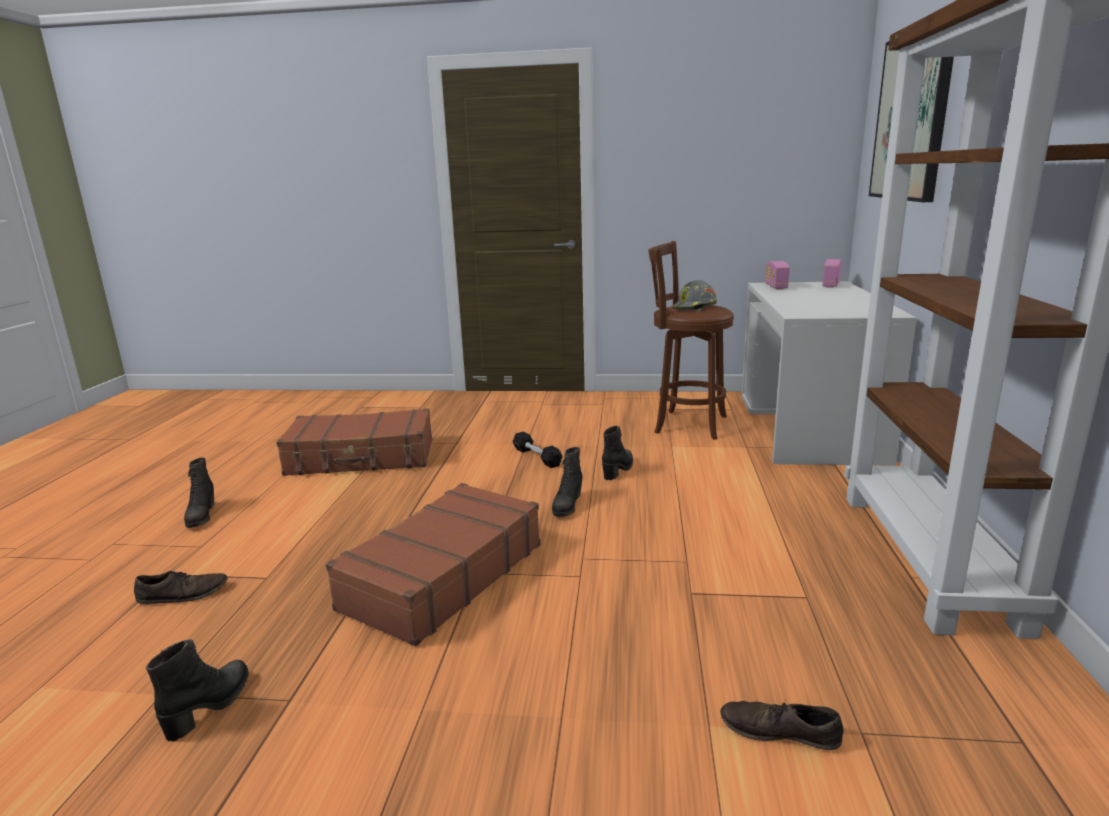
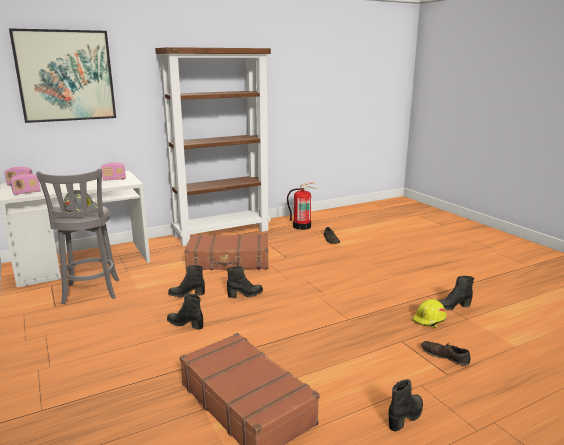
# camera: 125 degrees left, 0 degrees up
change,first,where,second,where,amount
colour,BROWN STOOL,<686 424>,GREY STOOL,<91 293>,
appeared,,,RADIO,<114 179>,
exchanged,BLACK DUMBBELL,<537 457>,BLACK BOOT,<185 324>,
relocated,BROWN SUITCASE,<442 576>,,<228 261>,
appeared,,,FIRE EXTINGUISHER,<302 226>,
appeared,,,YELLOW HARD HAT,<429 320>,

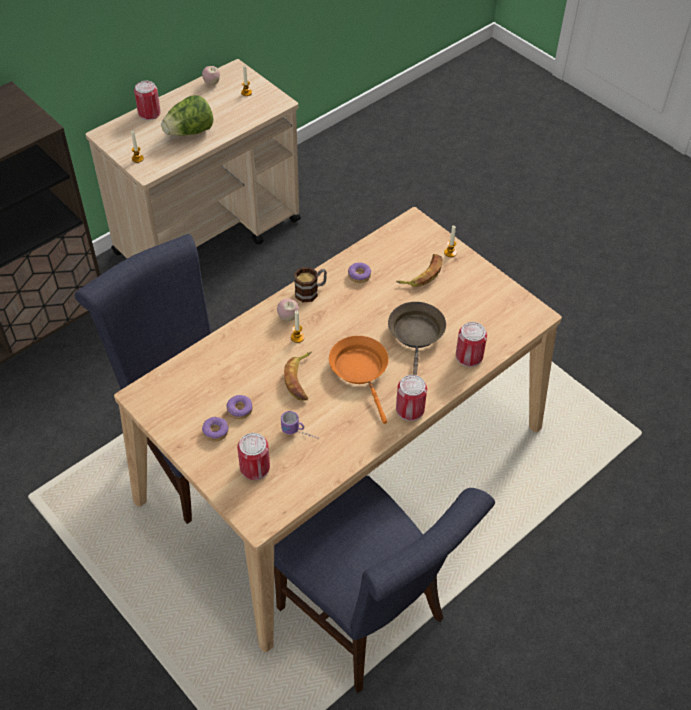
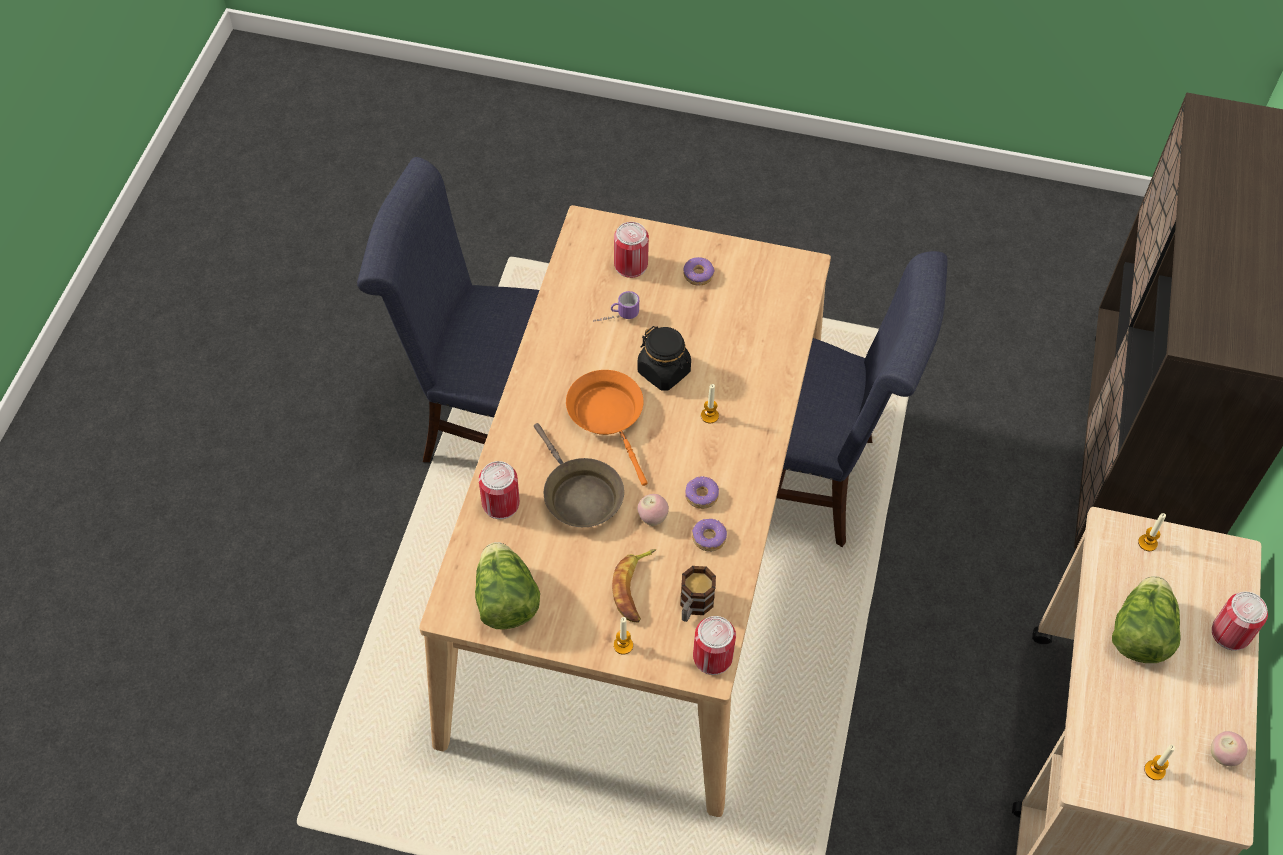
# camera: 145 degrees right, 5 degrees up
change,first,where,second,where,amount
appeared,,,LETTUCE,<505 600>,
spun,ORANGE FRYING PAN,<361 371>,,<608 416>,150 degrees counterclockwise
exchanged,BANANA,<300 379>,BLACK JAR,<664 371>,
relocated,APPLE,<288 317>,,<652 518>,
relocated,MUG,<311 291>,,<693 606>,
relocated,DONUT,<240 410>,,<701 496>,
relocated,CAN,<410 409>,,<712 657>,

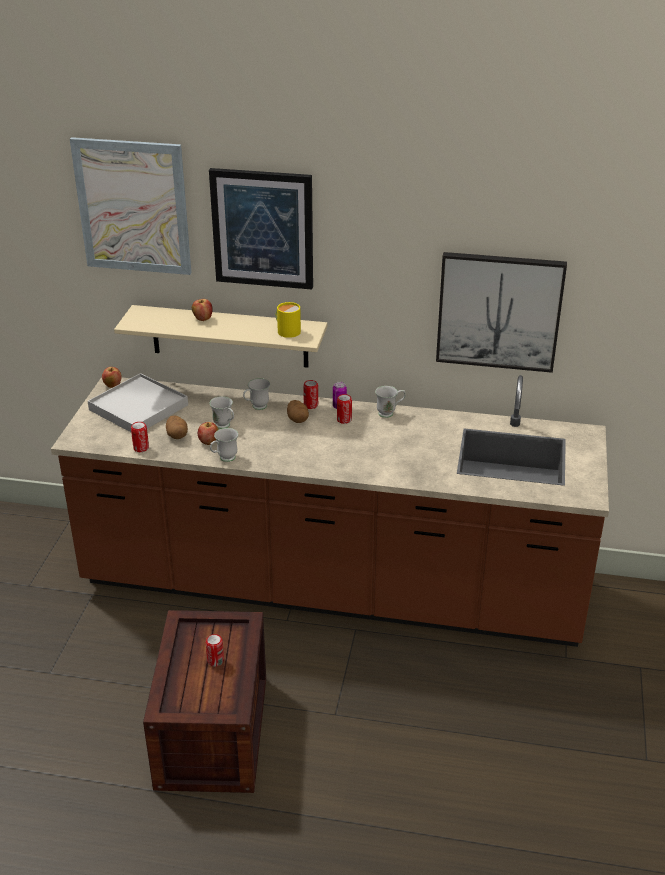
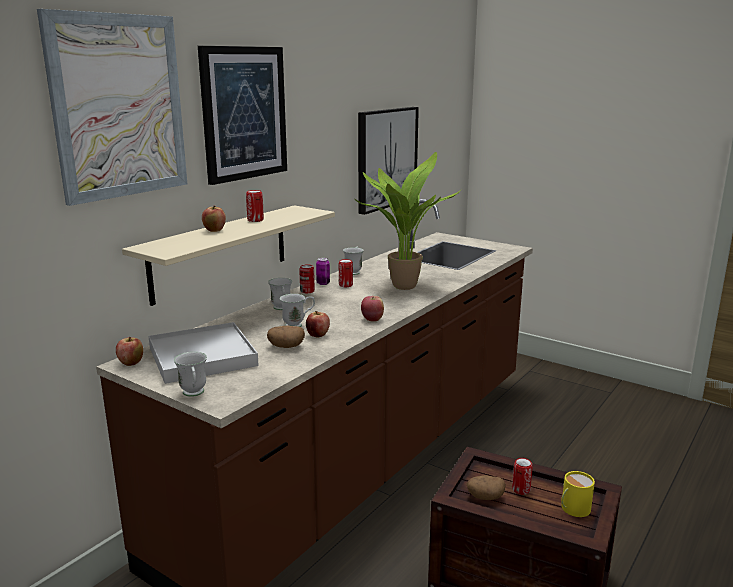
# camera: 65 degrees left, 15 degrees down
change,first,where,second,where,amount
relocated,WHITE MUG,<224 459>,,<194 394>,
relocated,CAN,<141 448>,,<255 220>,
appeared,,,POTTED PLANT,<402 285>,
appeared,,,APPLE,<372 319>,
relocated,POTATO,<297 419>,,<485 497>,
relocated,YELLOW MUG,<287 331>,,<573 508>,

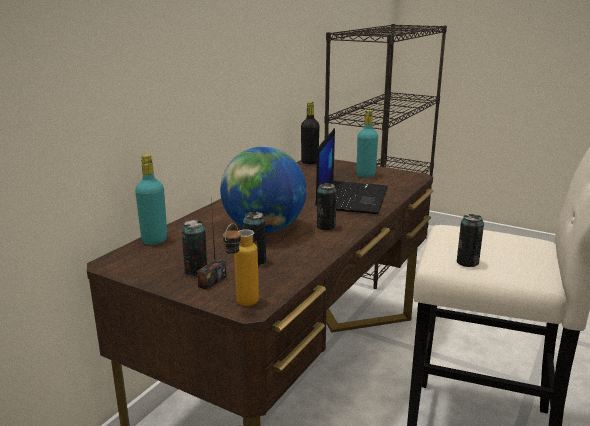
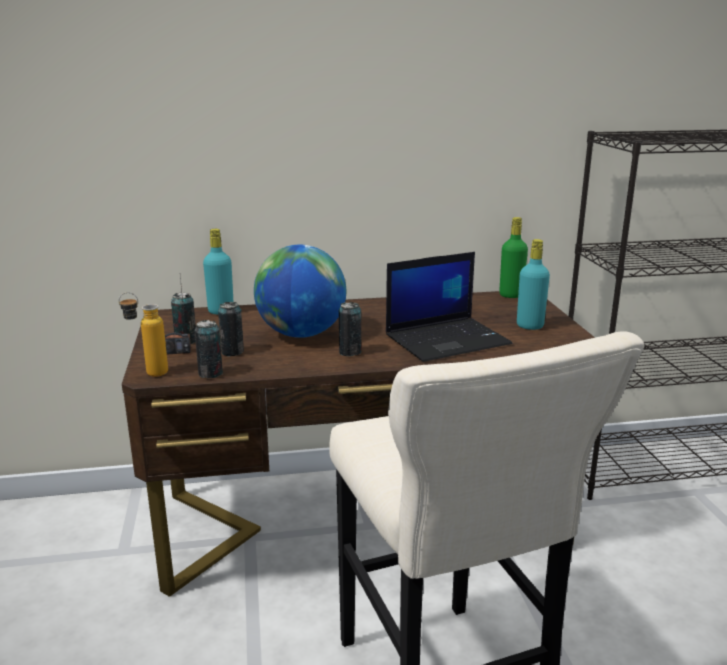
# camera: 50 degrees right, 0 degrees up
change,first,where,second,where,amount
relocated,CAN,<467 262>,,<210 374>,
colour,BLACK BOTTLE,<309 162>,GREEN BOTTLE,<511 295>,

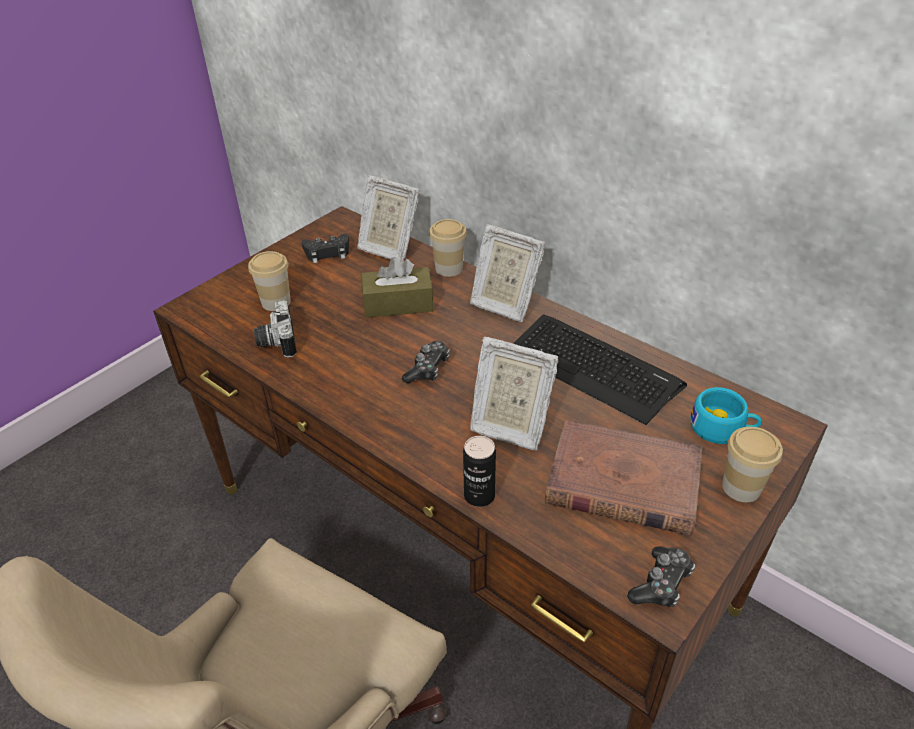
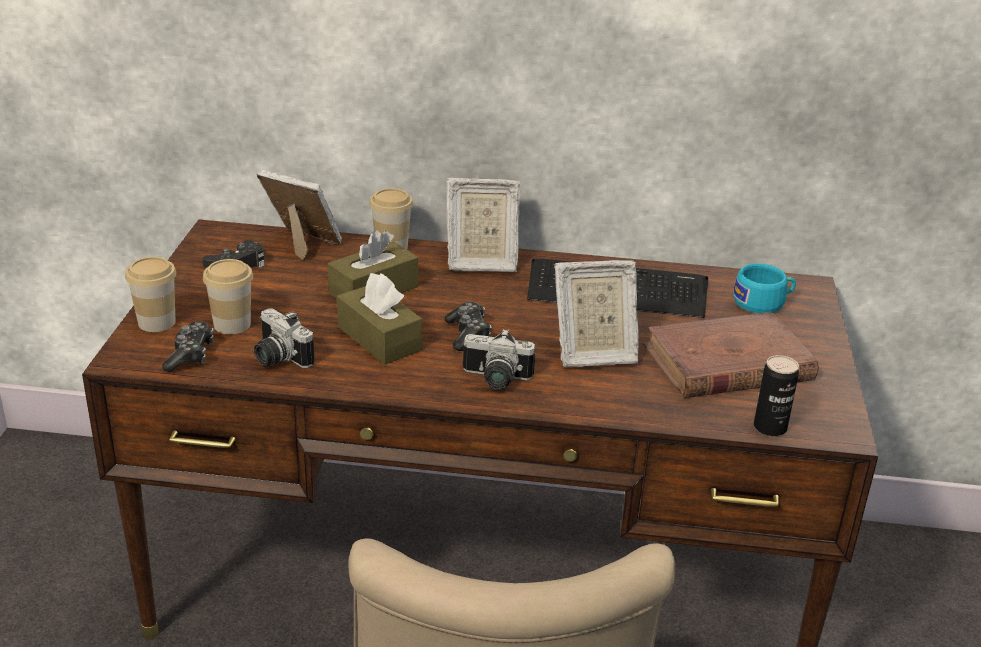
# camera: 35 degrees left, 10 degrees down
change,first,where,second,where,amount
relocated,CUP,<741 487>,,<156 322>,
relocated,GAME CONTROLLER,<661 584>,,<190 355>,
spun,PICTURE FRAME,<388 248>,,<304 245>,150 degrees counterclockwise
appeared,,,BROWN TISSUE BOX,<379 339>,
appeared,,,PHOTO CAMERA,<495 380>,
relocated,CAN,<479 495>,,<770 428>,

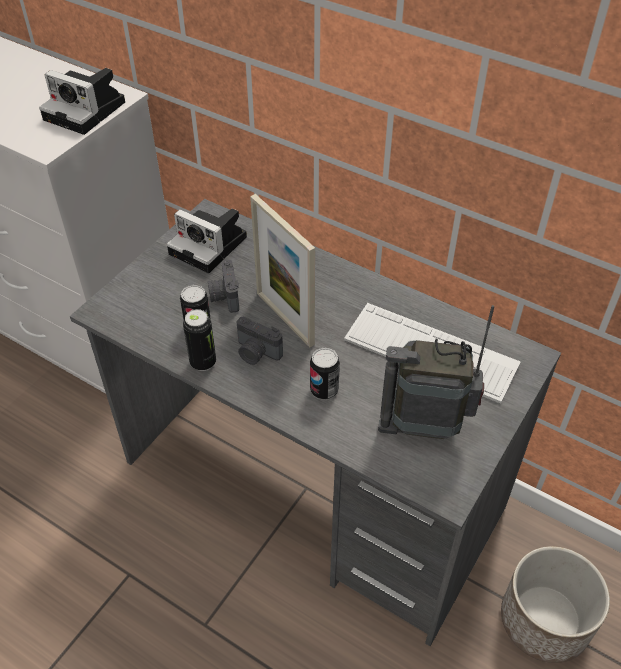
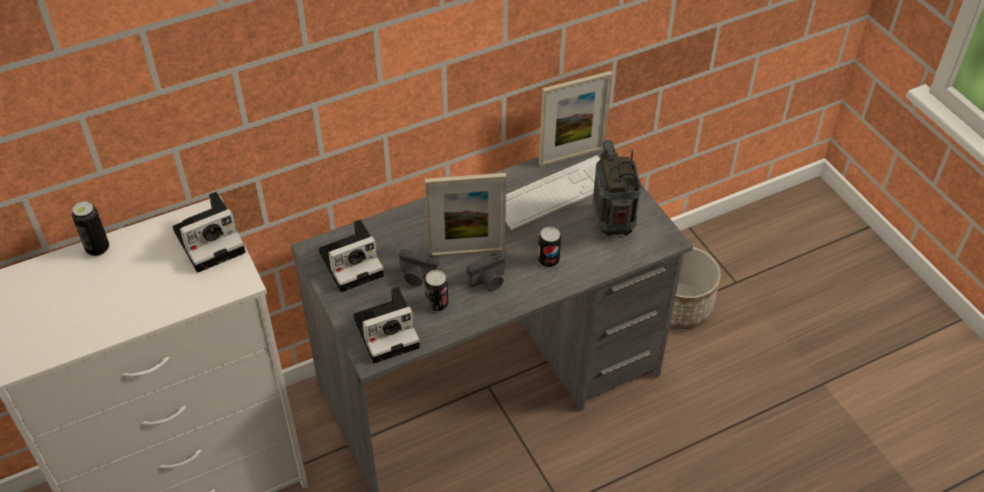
# camera: 60 degrees left, 0 degrees up
change,first,where,second,where,amount
relocated,CAN,<203 362>,,<98 249>,
appeared,,,PHOTO CAMERA,<389 331>,
appeared,,,PICTURE FRAME,<572 156>,
spun,RADIO,<425 426>,,<612 225>,135 degrees clockwise

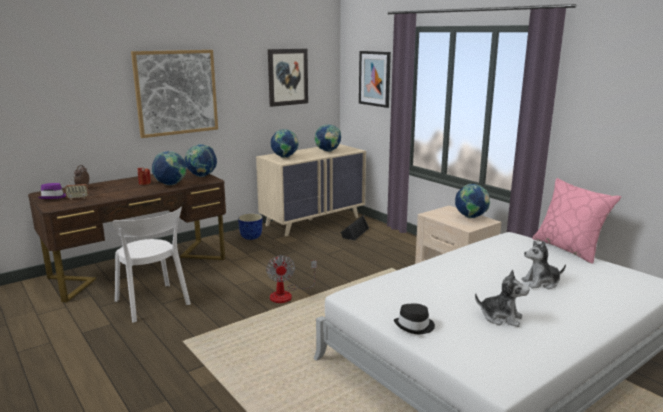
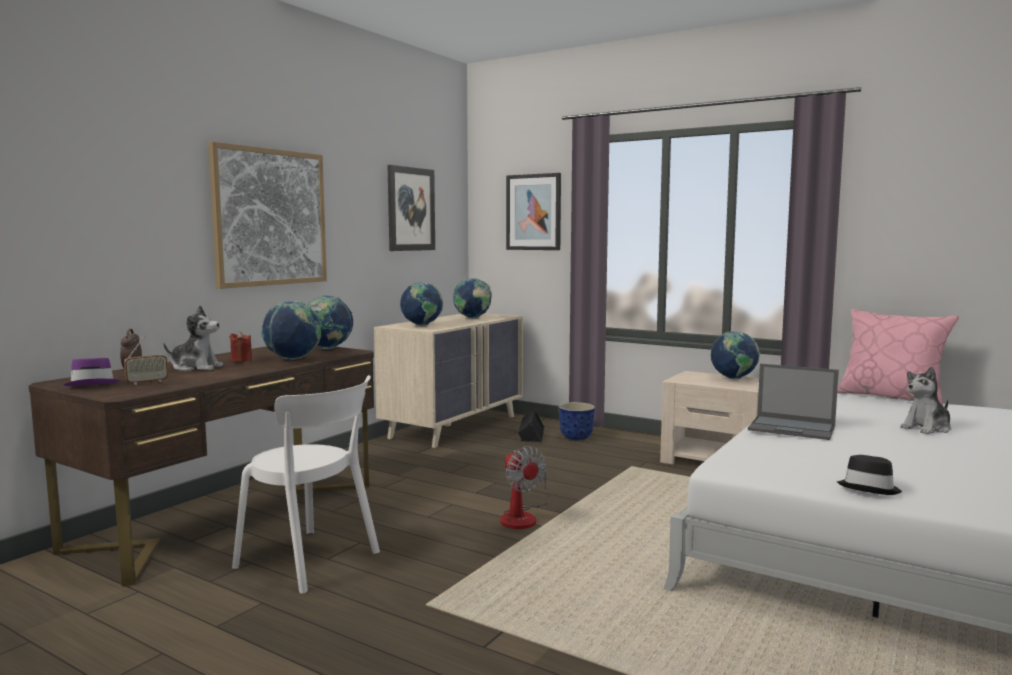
# camera: 20 degrees left, 10 degrees down
change,first,where,second,where,amount
relocated,PLUSH TOY,<501 317>,,<196 368>,
relocated,PLANTER,<251 237>,,<576 437>,
appeared,,,LAPTOP,<793 428>,

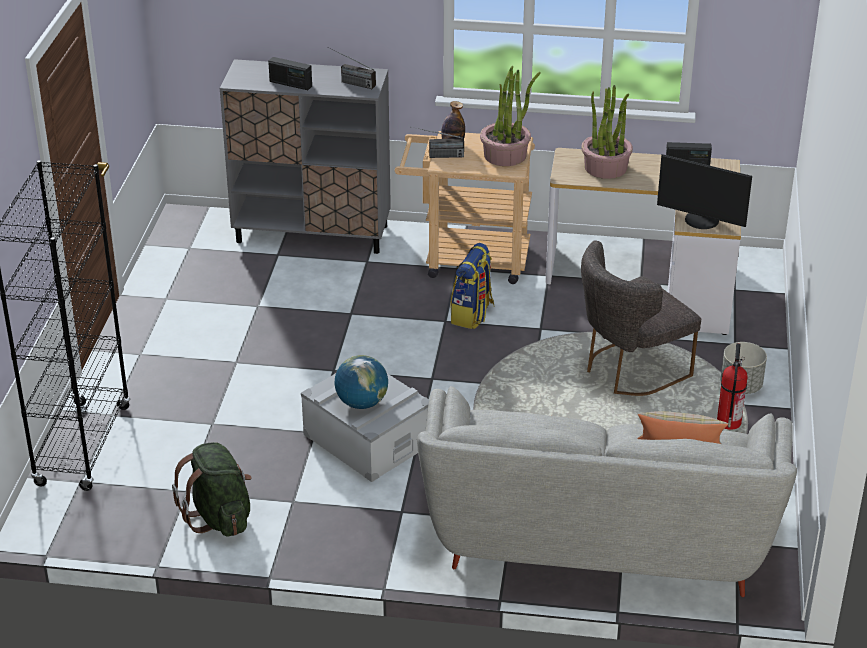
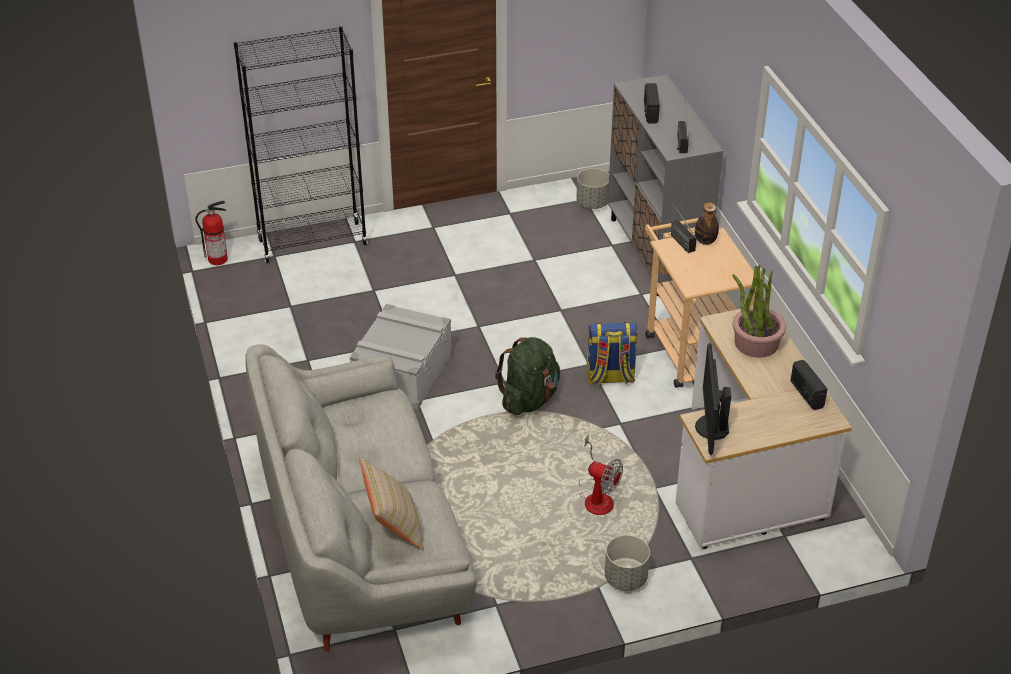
# camera: 65 degrees right, 5 degrees up
change,first,where,second,where,amount
relocated,FIRE EXTINGUISHER,<728 422>,,<218 259>,
relocated,GREEN BACKPACK,<219 517>,,<529 399>,
appeared,,,GREY PLANTER,<592 203>,
exchanged,GREY CHAIR,<629 371>,FAN,<597 496>,
missing,GLOBE,<362 403>,,,
missing,POTTED PLANT,<505 155>,,,

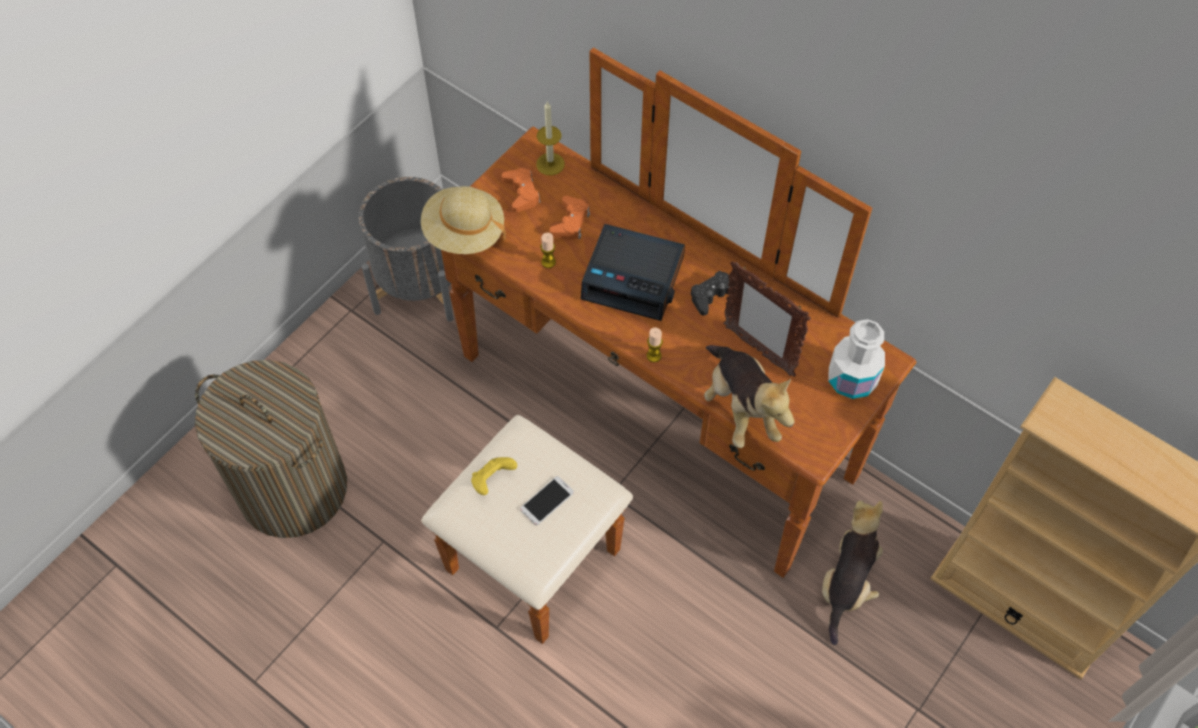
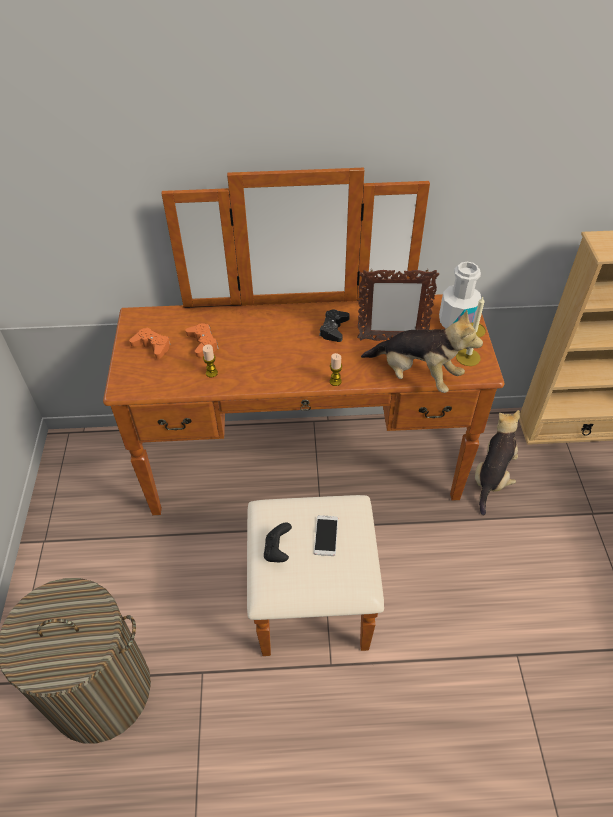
# camera: 40 degrees left, 10 degrees down
change,first,where,second,where,amount
colour,YELLOW GAME CONTROLLER,<492 480>,BLACK GAME CONTROLLER,<277 550>,
relocated,CANDLE,<550 164>,,<468 357>,
spun,PLUSH TOY,<847 582>,,<492 477>,45 degrees clockwise
missing,GREY PLANTER,<420 285>,,,
missing,BEIGE HAT,<464 233>,,,
missing,ALARM CLOCK,<634 278>,,,

